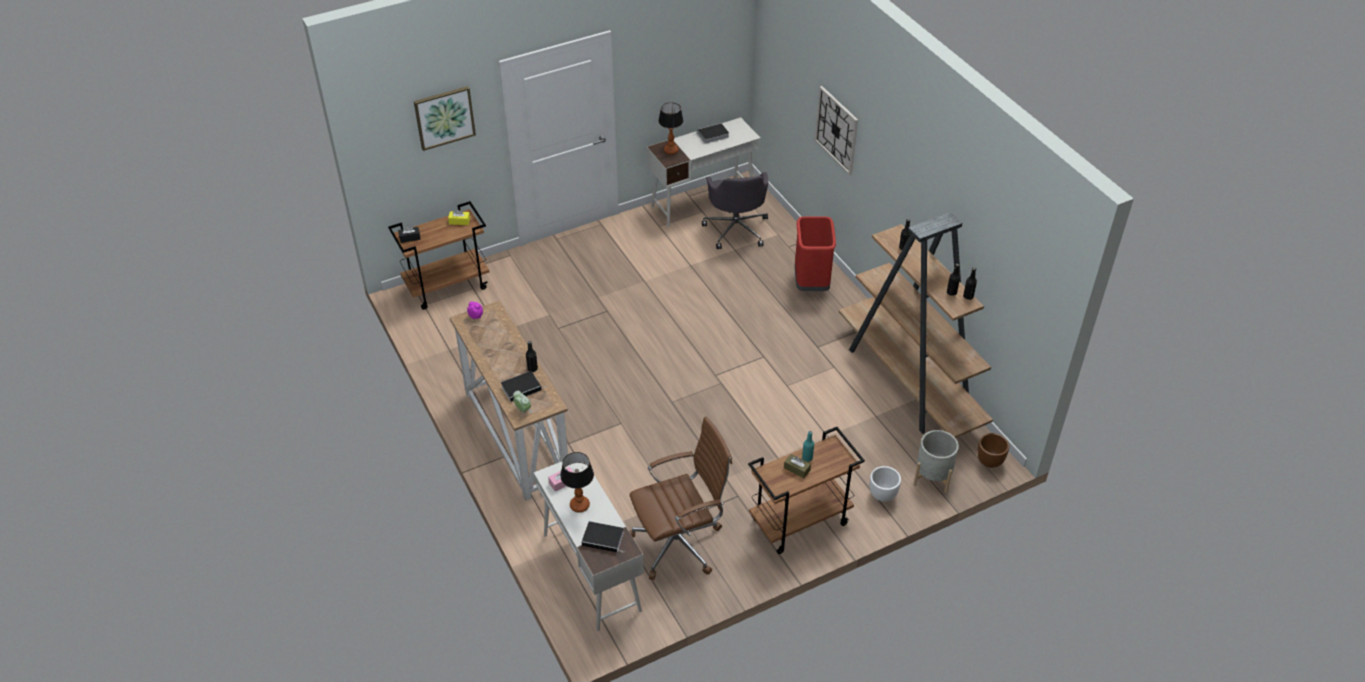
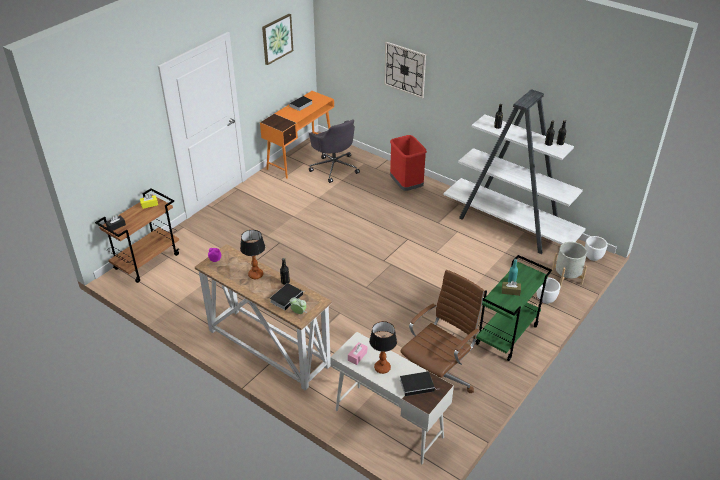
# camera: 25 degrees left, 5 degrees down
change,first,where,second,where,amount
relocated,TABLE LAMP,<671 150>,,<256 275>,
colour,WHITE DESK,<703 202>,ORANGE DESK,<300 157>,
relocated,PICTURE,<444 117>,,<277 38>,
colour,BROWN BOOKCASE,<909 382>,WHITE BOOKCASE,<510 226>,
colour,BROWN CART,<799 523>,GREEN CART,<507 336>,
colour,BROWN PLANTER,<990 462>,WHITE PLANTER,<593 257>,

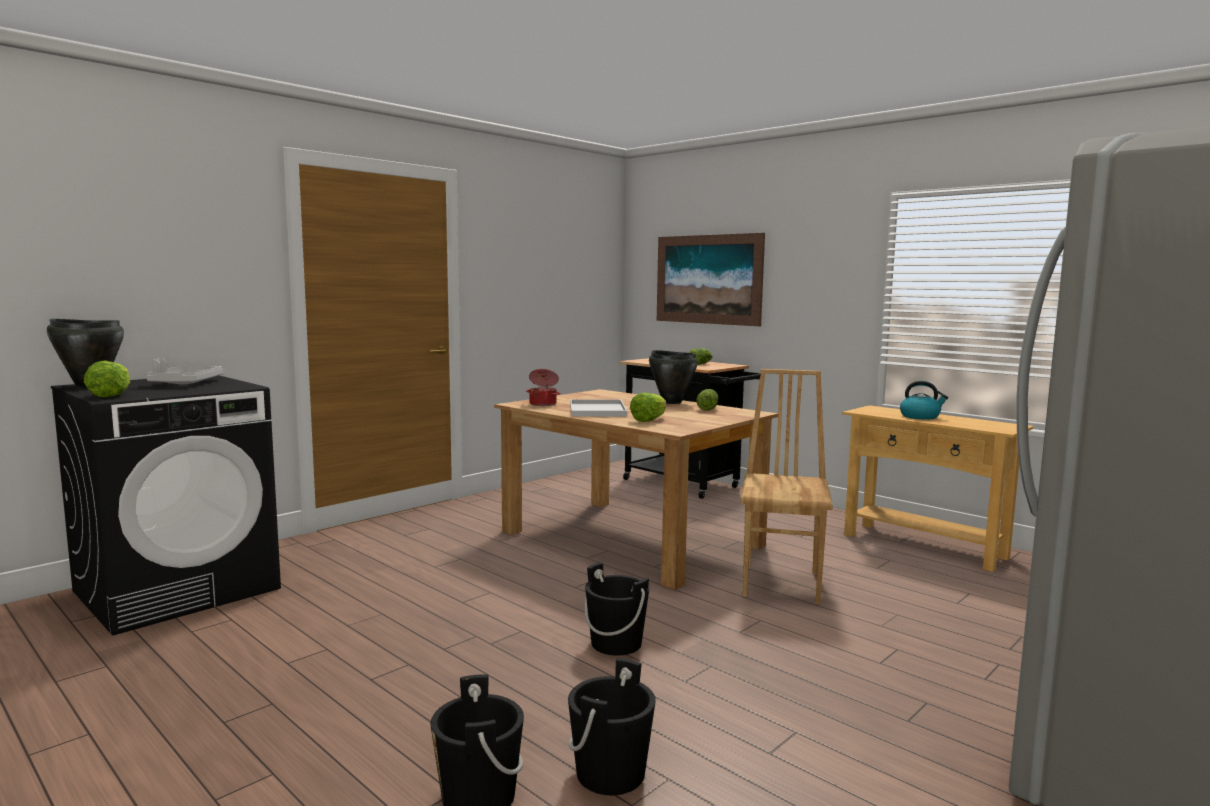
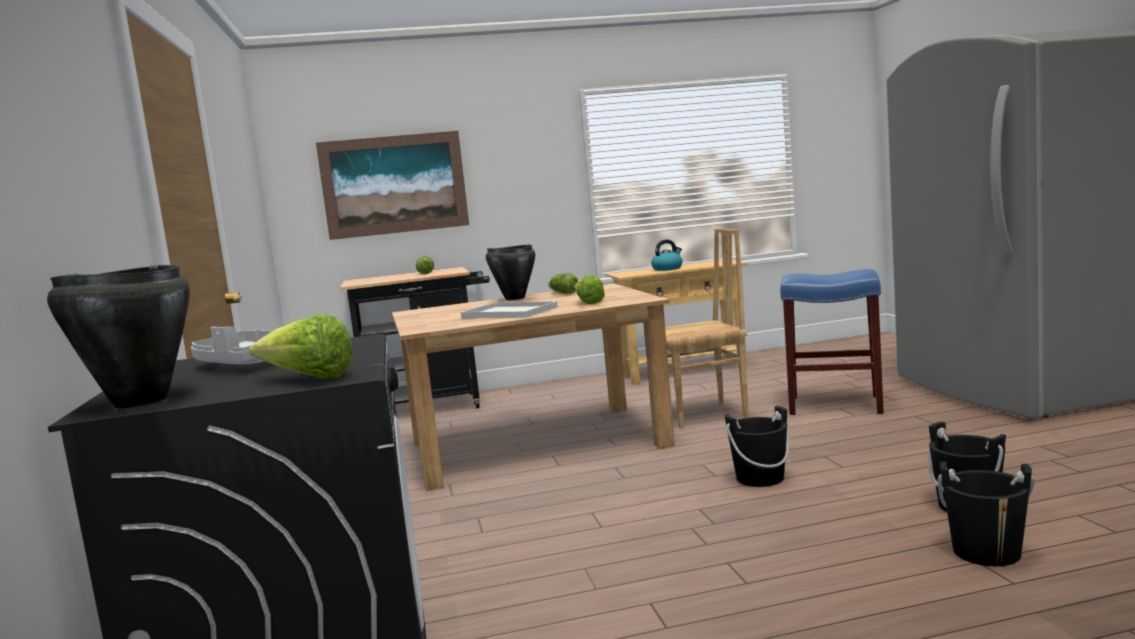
# camera: 55 degrees left, 0 degrees up
change,first,where,second,where,amount
spun,BROWN CHAIR,<782 584>,,<703 415>,120 degrees clockwise
appeared,,,BLUE STOOL,<836 405>,
missing,COOKING POT,<543 404>,,,

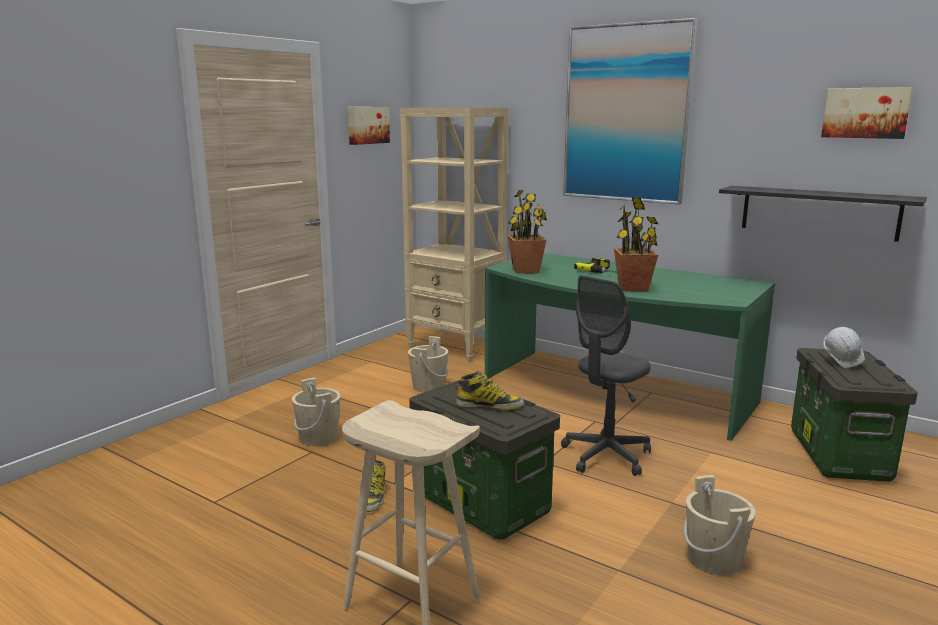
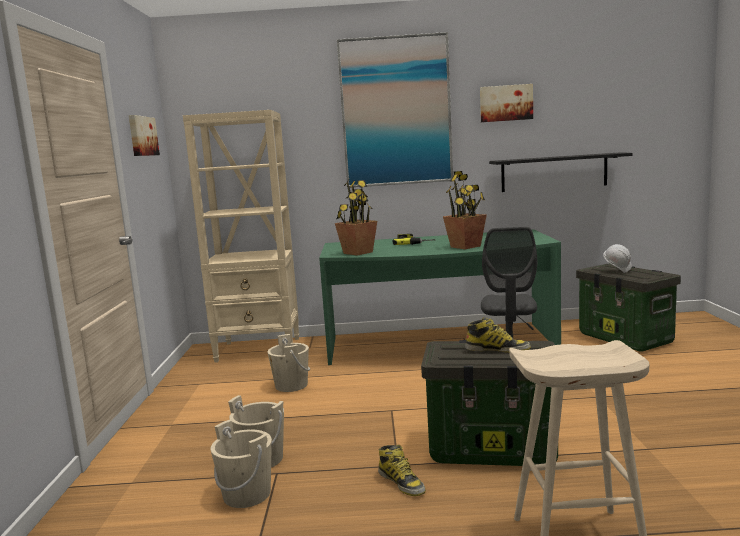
# camera: 35 degrees left, 5 degrees down
change,first,where,second,where,amount
relocated,BEIGE BUCKET,<714 559>,,<247 494>,
spun,BOOT,<490 405>,,<497 349>,45 degrees clockwise
relocated,PICTURE,<865 113>,,<506 103>,

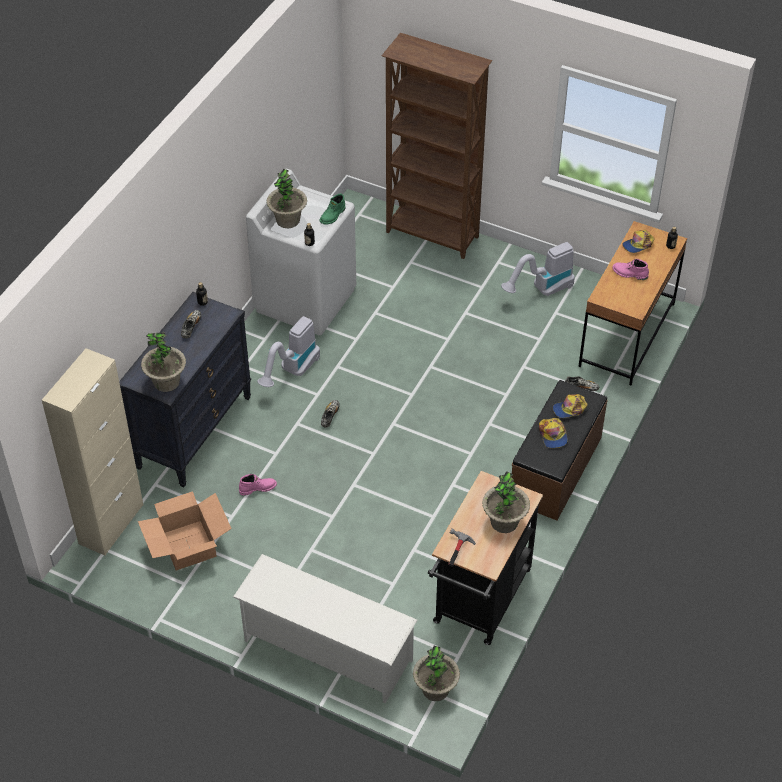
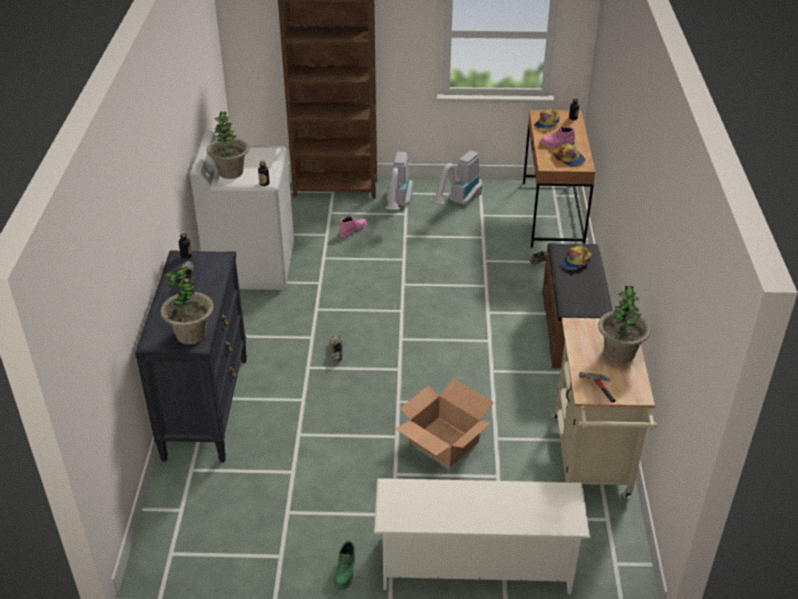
# camera: 25 degrees left, 10 degrees down
change,first,where,second,where,amount
relocated,GREEN BOOT,<333 216>,,<345 572>,
relocated,PINK BOOT,<258 488>,,<353 230>,
relocated,VACUUM CLEANER,<292 372>,,<398 205>,
relocated,CARDBOARD BOX,<188 546>,,<444 442>,
colour,BLACK CART,<480 602>,BEIGE CART,<591 463>,
relocated,CAP,<553 435>,,<569 159>,
missing,BEIGE CABINET,<111 524>,,,
missing,POTTED PLANT,<435 689>,,,

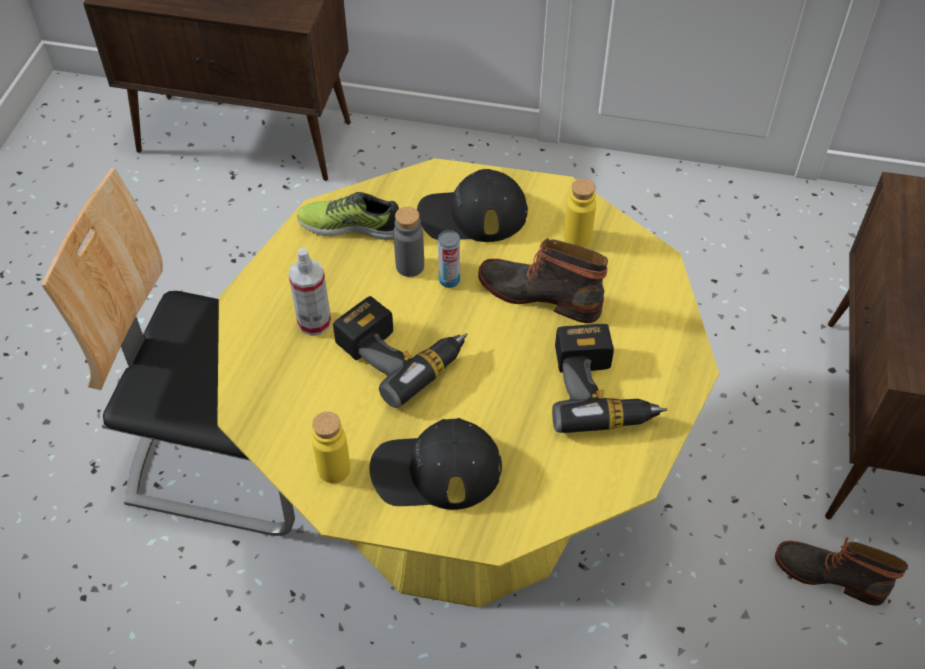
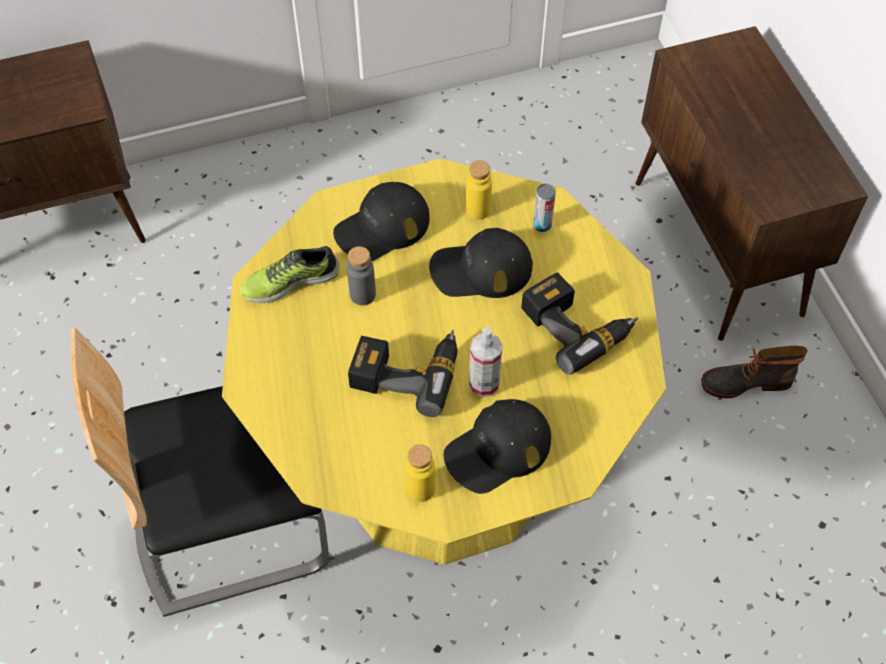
# camera: 30 degrees left, 5 degrees up
change,first,where,second,where,amount
exchanged,BOOT,<541 294>,BLACK CAP,<481 269>,
relocated,SPRAY BOTTLE,<314 322>,,<484 383>,
relocated,CAN,<449 280>,,<542 225>,

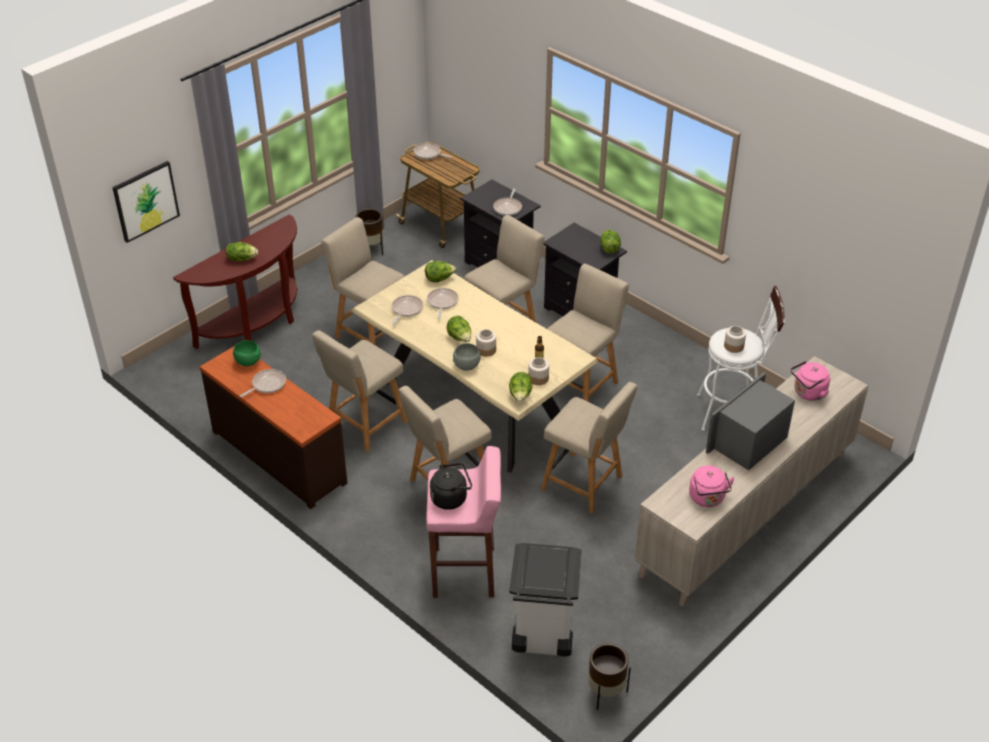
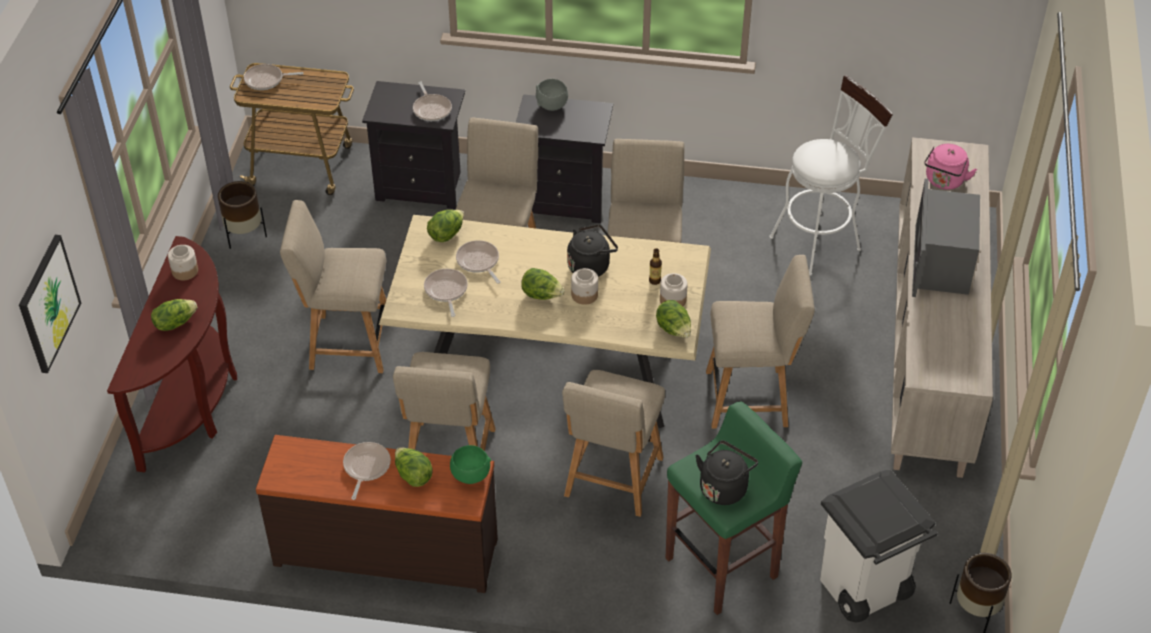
# camera: 35 degrees left, 5 degrees up
change,first,where,second,where,amount
relocated,JAR,<733 346>,,<184 271>,
relocated,LETTUCE,<609 248>,,<413 475>,
relocated,GREEN BOWL,<248 362>,,<470 475>,
relocated,GREY BOWL,<467 366>,,<552 105>,
appeared,,,BLACK KETTLE,<591 266>,
colour,PINK STOOL,<465 572>,GREEN STOOL,<723 567>,
missing,PINK KETTLE,<707 499>,,,

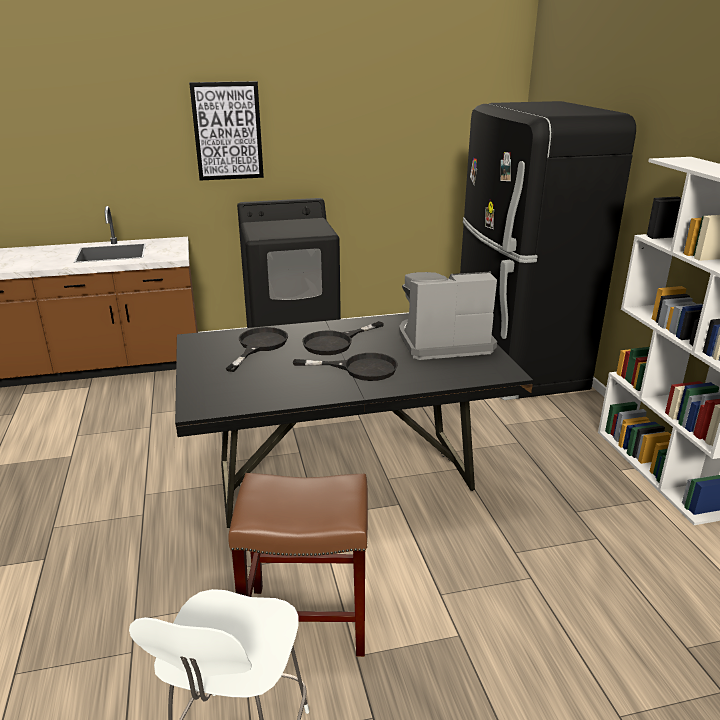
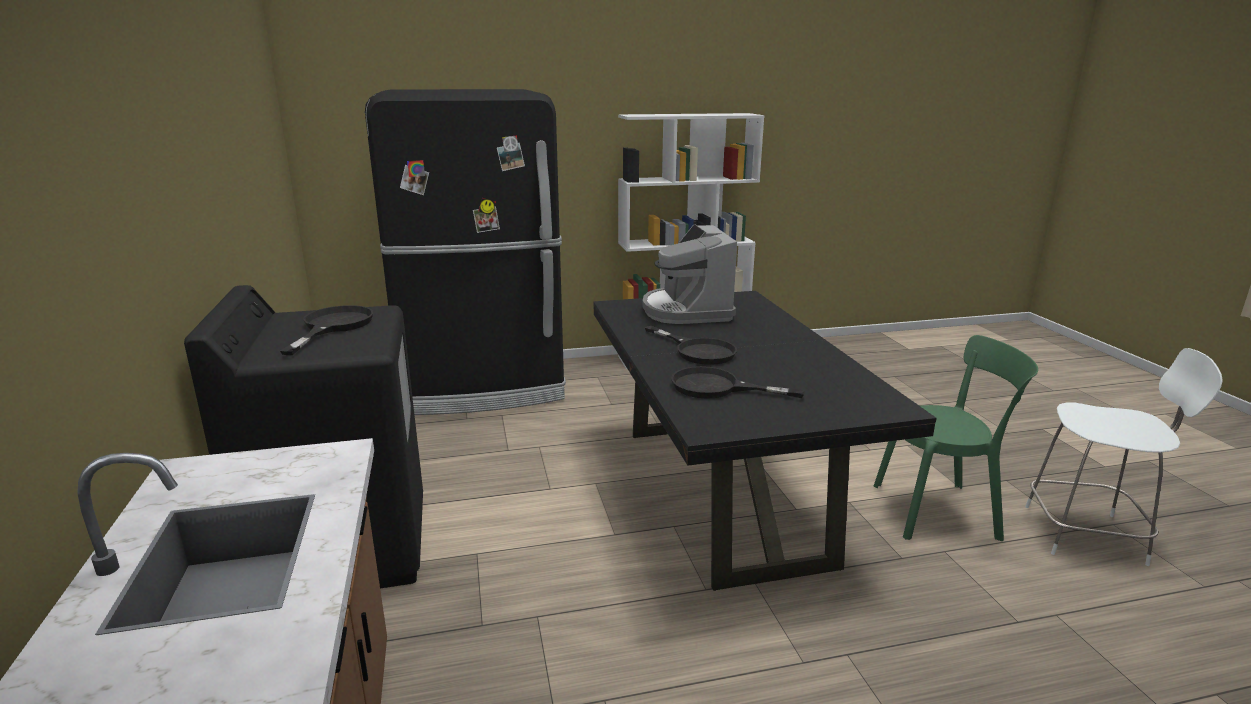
# camera: 90 degrees left, 5 degrees down
change,first,where,second,where,amount
relocated,BLACK FRYING PAN,<360 368>,,<332 326>,
exchanged,BROWN STOOL,<305 621>,GREEN CHAIR,<941 511>,
missing,PICTURE,<227 131>,,,

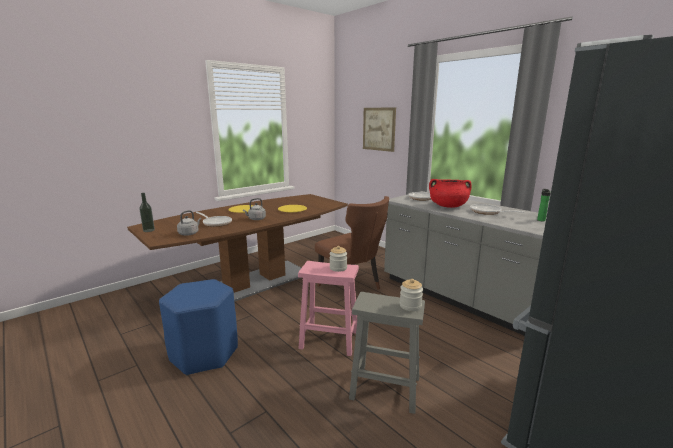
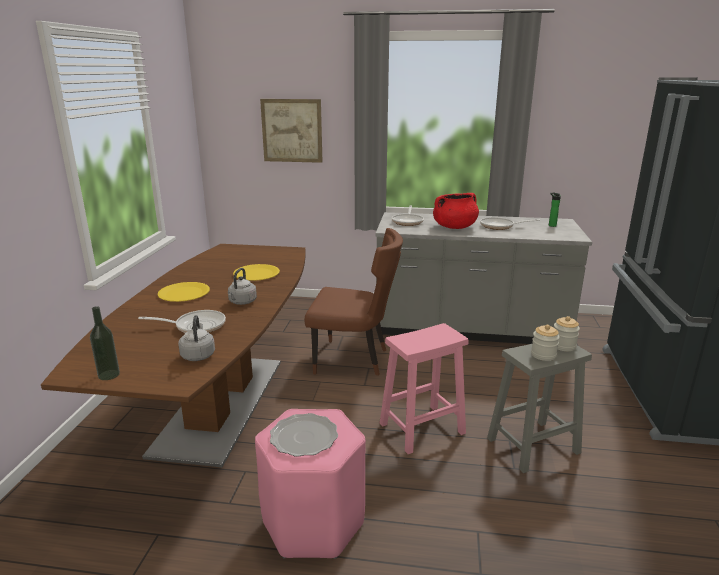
# camera: 40 degrees left, 5 degrees up
change,first,where,second,where,amount
colour,BLUE STOOL,<204 354>,PINK STOOL,<313 522>,
appeared,,,PLATE,<303 437>,
relocated,JAR,<338 268>,,<543 355>,

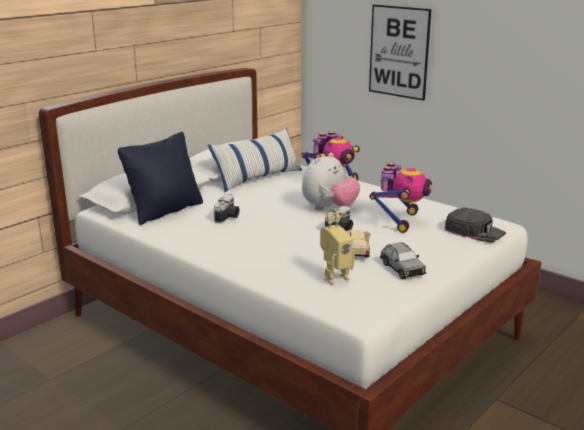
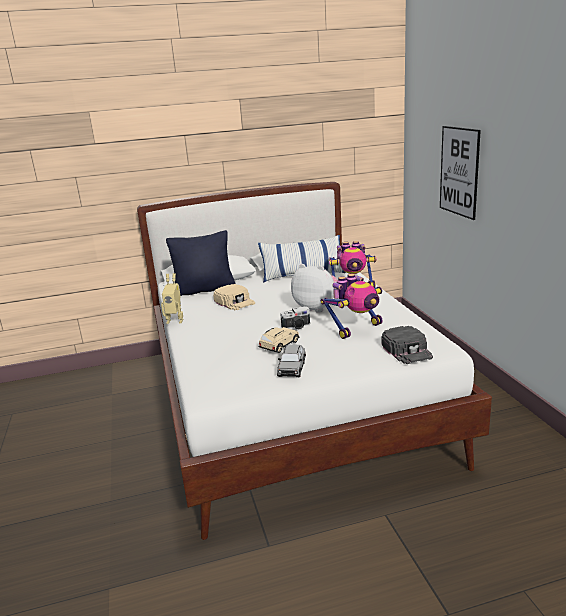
# camera: 35 degrees right, 0 degrees up
change,first,where,second,where,amount
relocated,TOY ROBOT,<334 277>,,<175 320>,
exchanged,PHOTO CAMERA,<228 217>,BEIGE CAP,<235 302>,
spun,PLUSH TOY,<329 208>,,<316 308>,135 degrees counterclockwise

